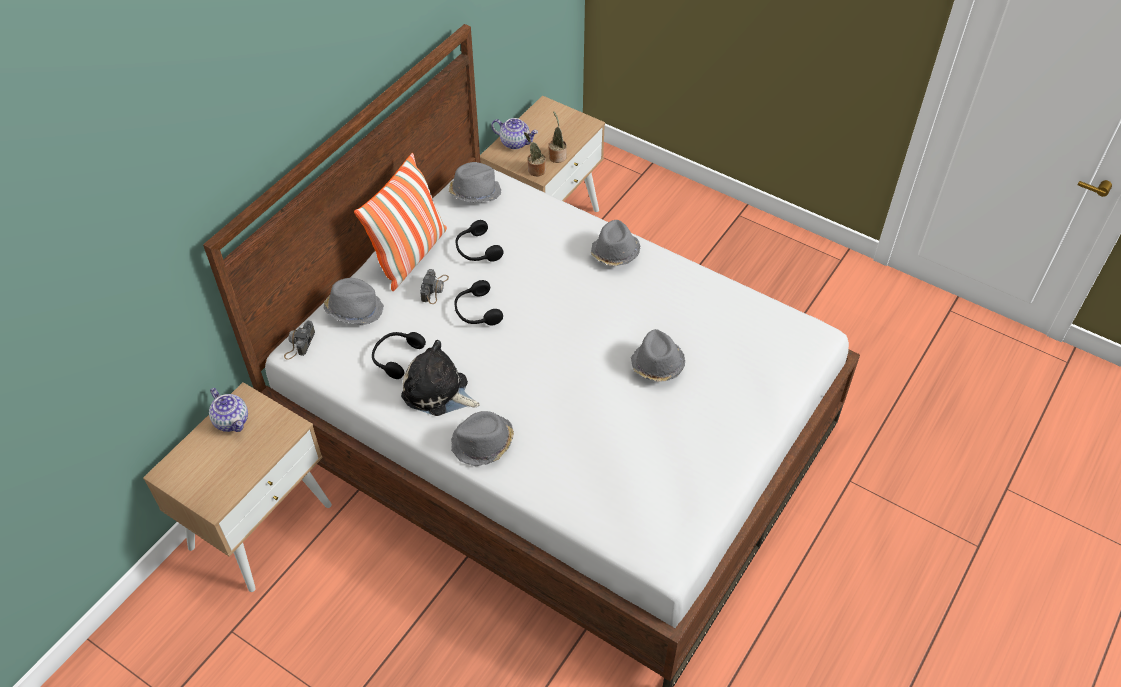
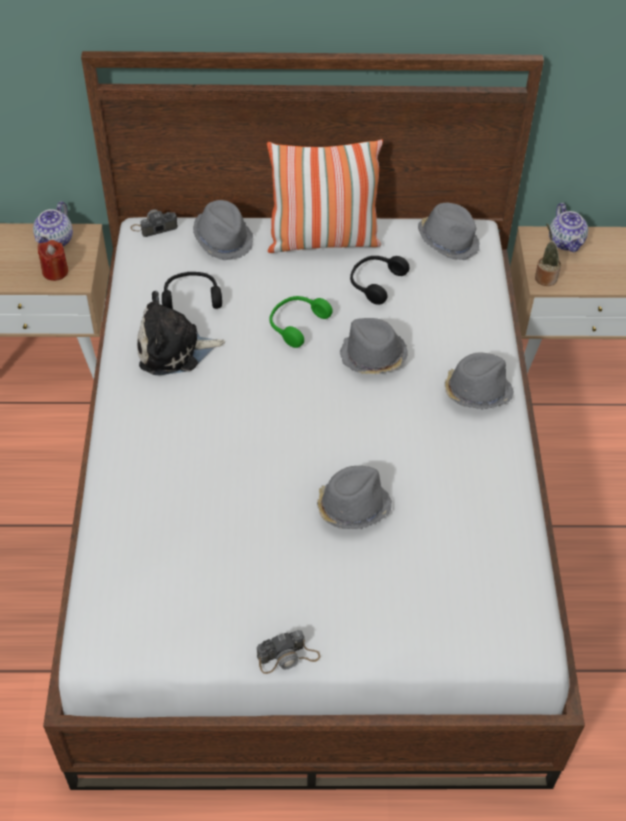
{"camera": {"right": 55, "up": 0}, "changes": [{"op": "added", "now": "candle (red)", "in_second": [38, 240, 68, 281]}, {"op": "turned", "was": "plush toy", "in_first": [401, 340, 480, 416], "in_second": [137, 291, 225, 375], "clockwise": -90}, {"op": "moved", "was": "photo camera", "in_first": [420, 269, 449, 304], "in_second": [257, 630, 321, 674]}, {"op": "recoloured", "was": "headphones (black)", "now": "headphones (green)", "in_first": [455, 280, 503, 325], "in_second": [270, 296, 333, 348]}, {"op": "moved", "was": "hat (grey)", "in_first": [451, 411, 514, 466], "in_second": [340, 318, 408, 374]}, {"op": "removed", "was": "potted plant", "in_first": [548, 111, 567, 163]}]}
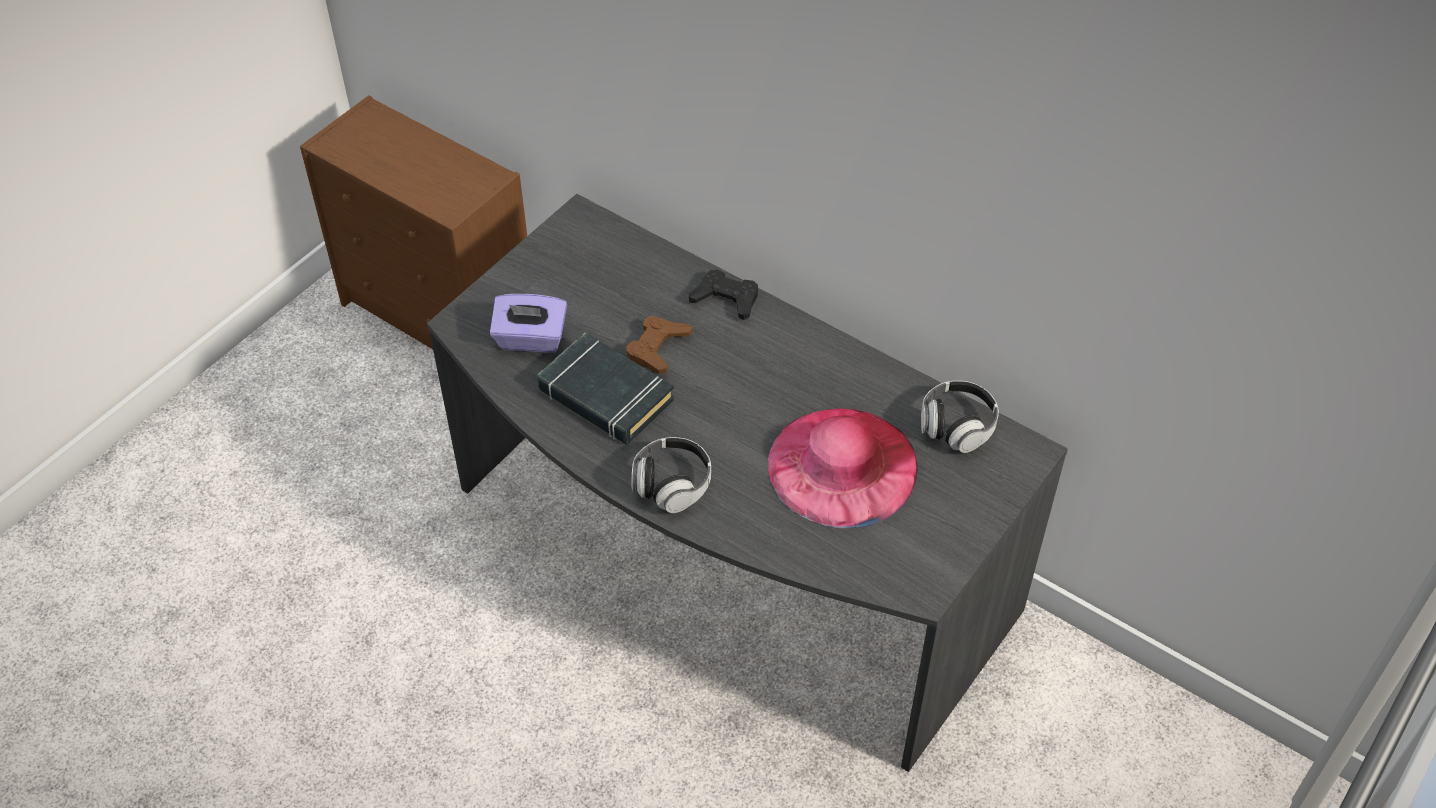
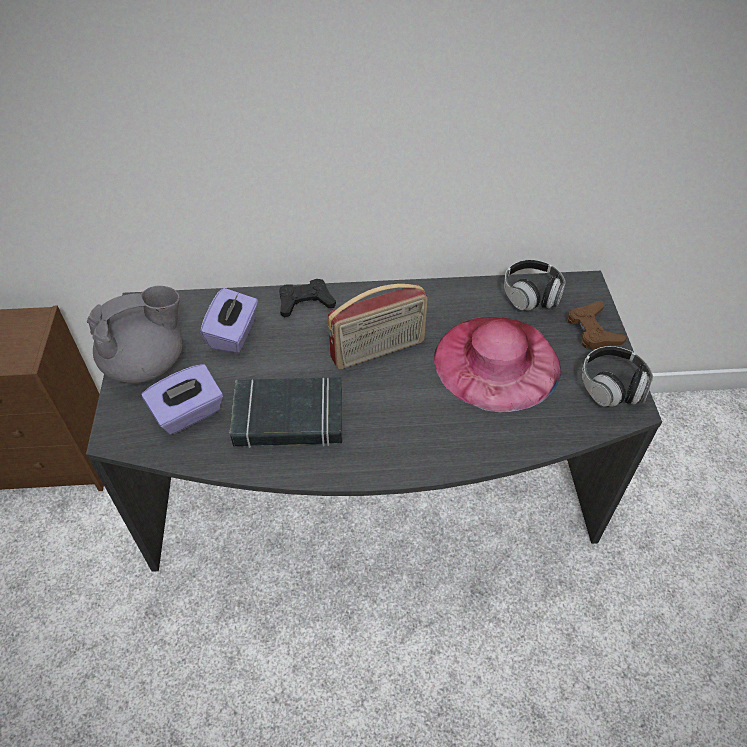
{"camera": {"right": -40, "up": 0}, "changes": [{"op": "added", "now": "teapot (grey)", "in_second": [87, 286, 183, 383]}, {"op": "added", "now": "tissue box (purple)", "in_second": [200, 288, 258, 353]}, {"op": "added", "now": "radio", "in_second": [328, 284, 428, 369]}, {"op": "moved", "was": "game controller (brown)", "in_first": [627, 316, 693, 374], "in_second": [568, 301, 627, 350]}, {"op": "moved", "was": "headphones", "in_first": [632, 437, 711, 513], "in_second": [582, 346, 653, 406]}]}
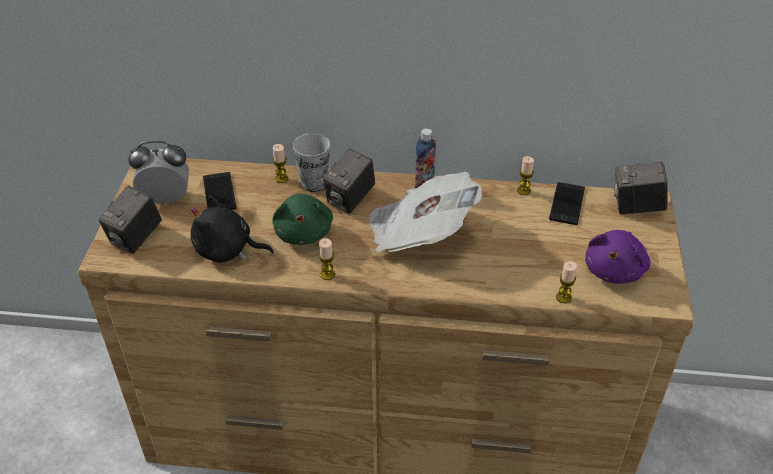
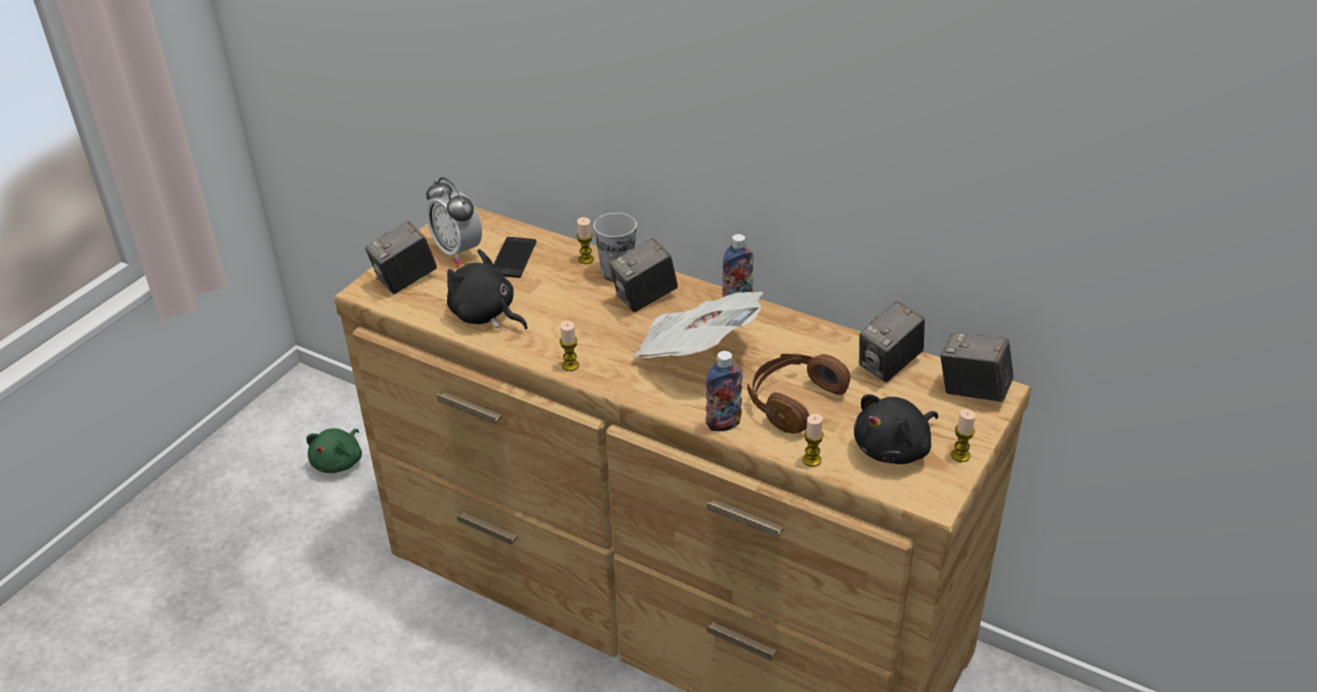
{"camera": {"right": 25, "up": -5}, "changes": [{"op": "moved", "was": "plush toy (green)", "in_first": [272, 194, 333, 245], "in_second": [306, 428, 362, 473]}, {"op": "turned", "was": "alarm clock", "in_first": [128, 141, 189, 205], "in_second": [426, 177, 482, 259], "clockwise": -150}, {"op": "added", "now": "bottle", "in_second": [706, 351, 743, 431]}, {"op": "added", "now": "headphones (brown)", "in_second": [747, 354, 850, 434]}, {"op": "recoloured", "was": "plush toy (purple)", "now": "plush toy (black)", "in_first": [585, 230, 650, 284], "in_second": [854, 394, 938, 464]}, {"op": "replaced", "was": "phone", "now": "photo camera", "in_first": [549, 182, 585, 225], "in_second": [859, 301, 925, 382]}, {"op": "moved", "was": "candle", "in_first": [517, 156, 534, 195], "in_second": [951, 409, 975, 462]}]}
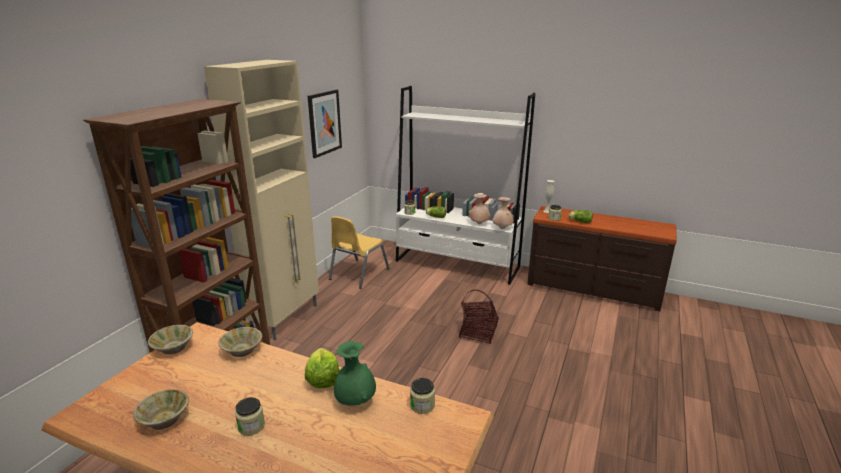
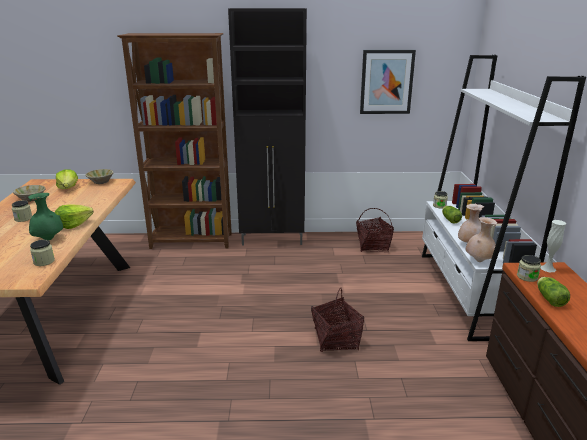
{"camera": {"right": 65, "up": 0}, "changes": [{"op": "added", "now": "lettuce", "in_second": [56, 170, 78, 189]}, {"op": "recoloured", "was": "cabinet (beige)", "now": "cabinet (black)", "in_first": [204, 60, 319, 340], "in_second": [228, 8, 307, 246]}, {"op": "replaced", "was": "chair (yellow)", "now": "basket", "in_first": [329, 216, 390, 289], "in_second": [356, 208, 394, 252]}, {"op": "removed", "was": "bowl (beige)", "in_first": [218, 327, 262, 357]}]}
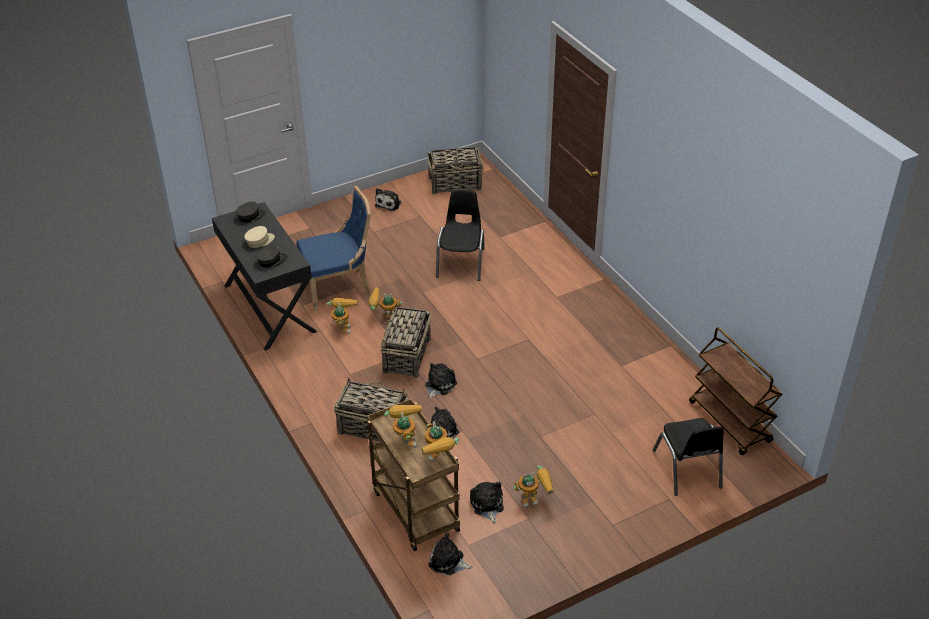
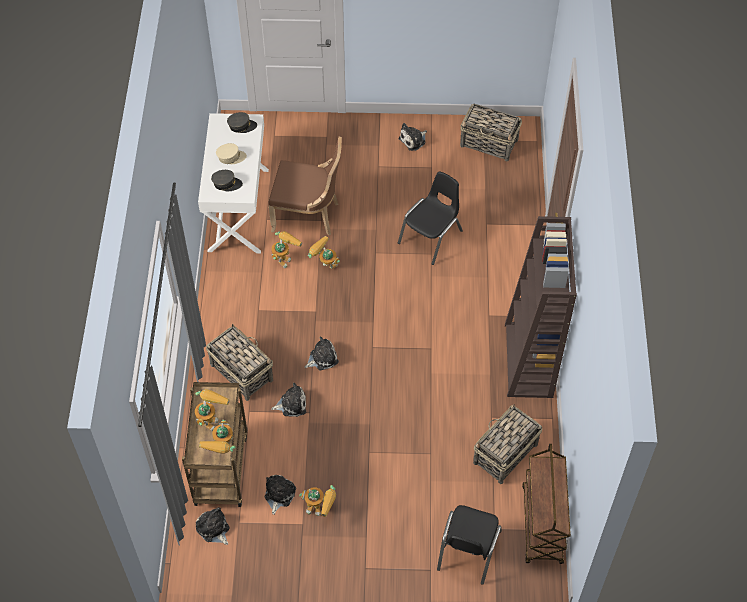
{"camera": {"right": 30, "up": 15}, "changes": [{"op": "recoloured", "was": "desk (black)", "now": "desk (white)", "in_first": [212, 202, 317, 350], "in_second": [198, 113, 269, 253]}, {"op": "recoloured", "was": "chair (blue)", "now": "chair (brown)", "in_first": [296, 186, 371, 313], "in_second": [268, 137, 342, 235]}, {"op": "moved", "was": "basket", "in_first": [380, 304, 431, 378], "in_second": [473, 404, 542, 484]}, {"op": "added", "now": "bookcase (brown)", "in_second": [505, 216, 577, 398]}]}
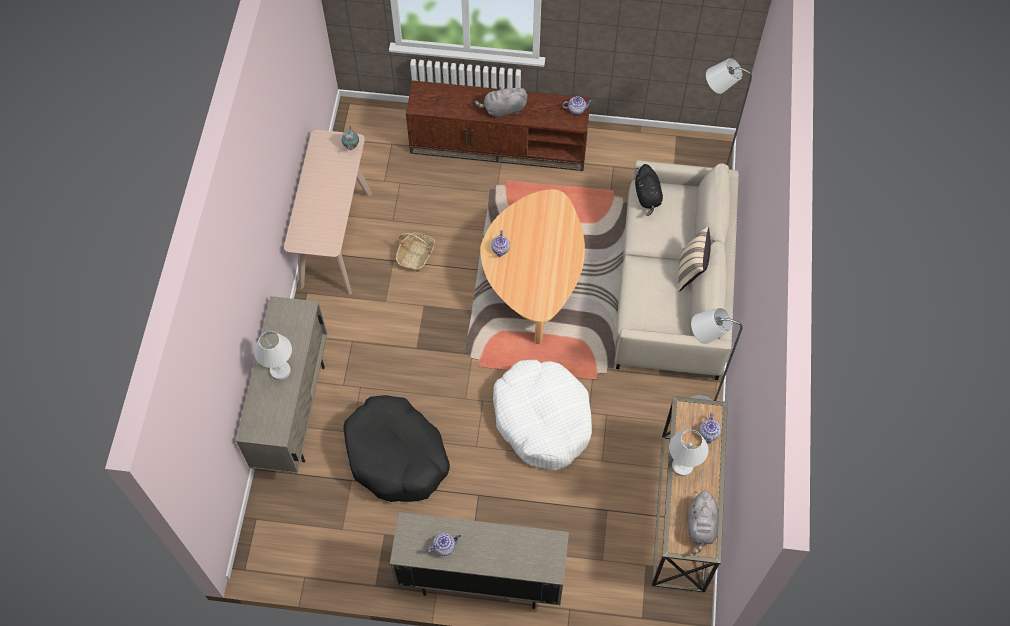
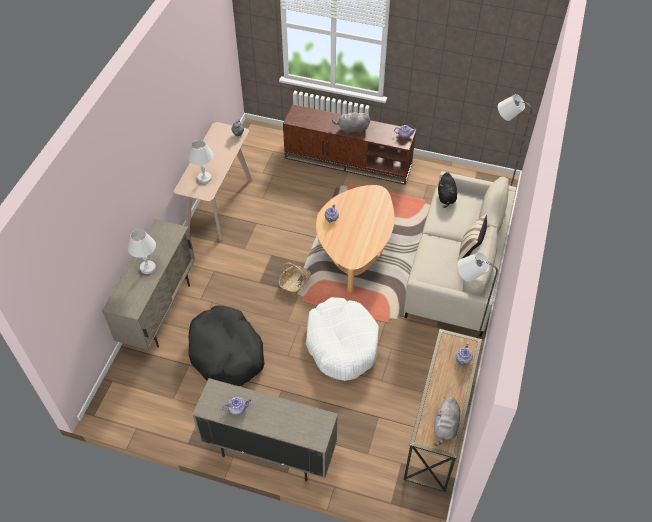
{"camera": {"right": 10, "up": -10}, "changes": [{"op": "moved", "was": "table lamp (white)", "in_first": [669, 430, 708, 476], "in_second": [188, 140, 214, 183]}, {"op": "moved", "was": "basket", "in_first": [396, 233, 435, 272], "in_second": [278, 263, 311, 295]}]}
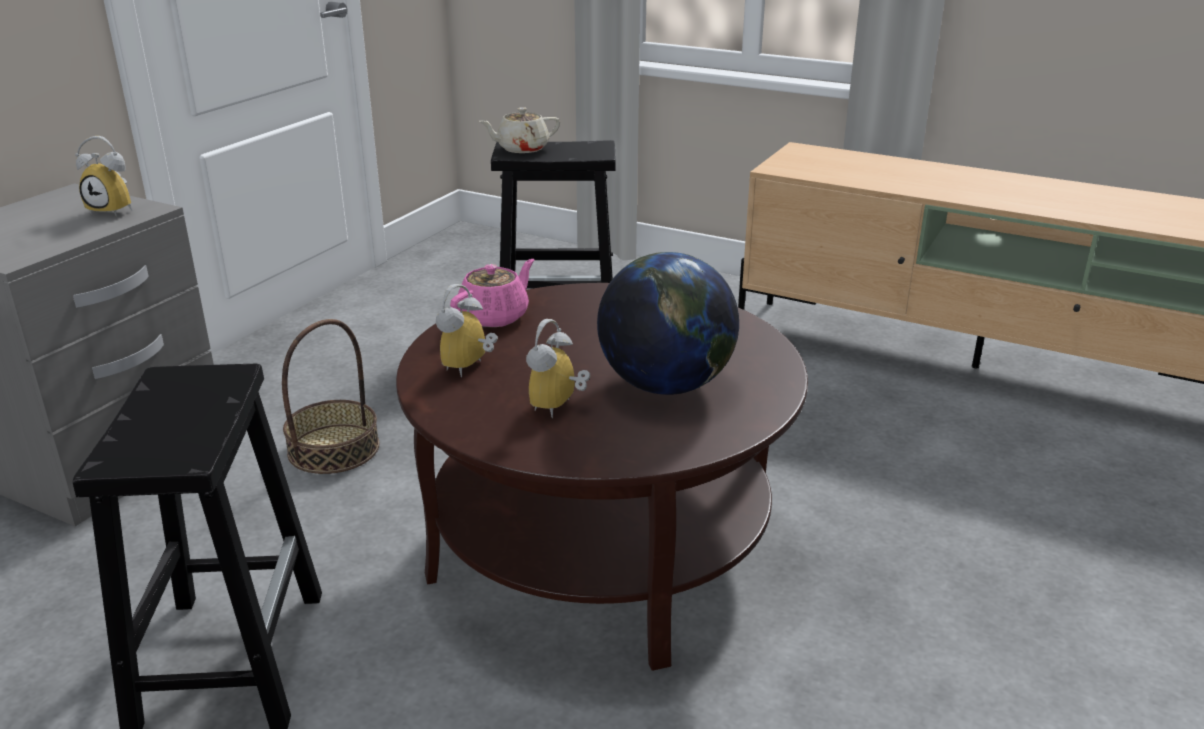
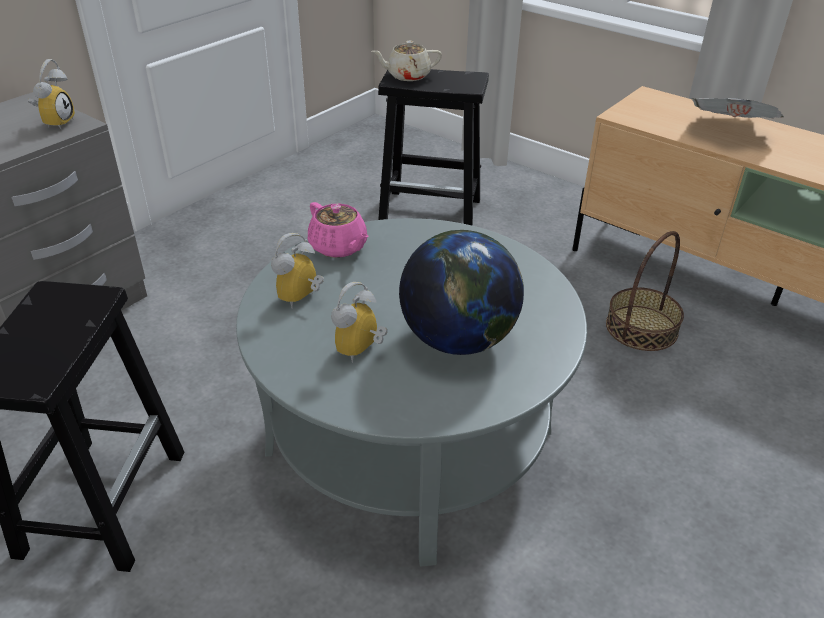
{"camera": {"right": 10, "up": 10}, "changes": [{"op": "turned", "was": "alarm clock", "in_first": [75, 136, 133, 217], "in_second": [27, 59, 75, 130], "clockwise": -105}, {"op": "recoloured", "was": "coffee table (brown)", "now": "coffee table (grey)", "in_first": [396, 283, 808, 671], "in_second": [236, 218, 587, 567]}, {"op": "turned", "was": "teapot (pink)", "in_first": [450, 259, 534, 328], "in_second": [308, 202, 368, 258], "clockwise": 90}, {"op": "moved", "was": "basket", "in_first": [282, 319, 379, 474], "in_second": [606, 231, 684, 351]}, {"op": "added", "now": "newspaper", "in_second": [691, 98, 784, 118]}]}
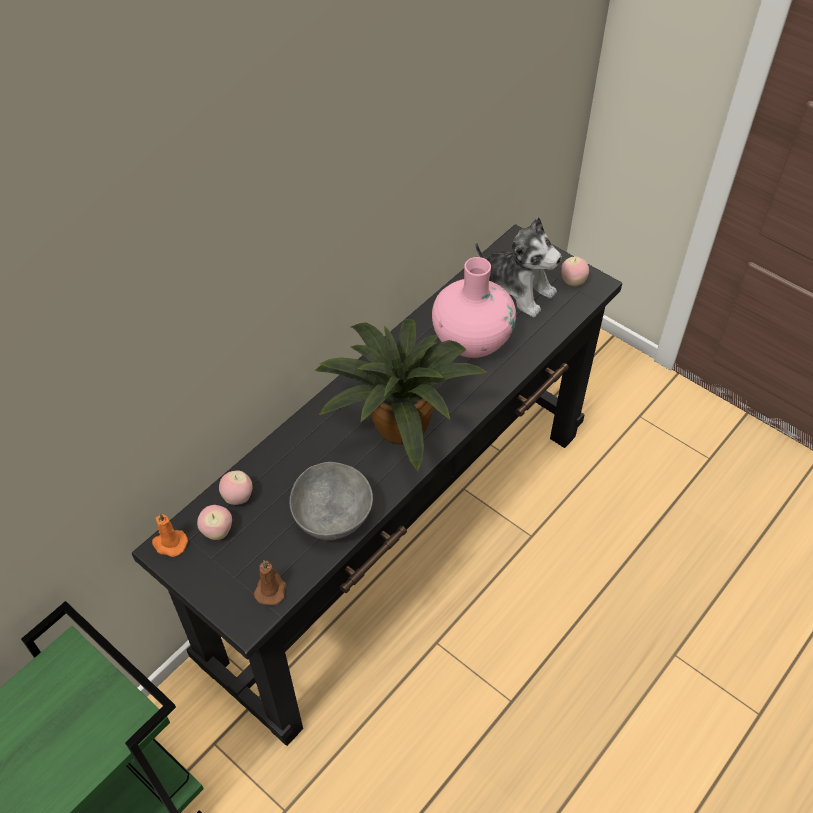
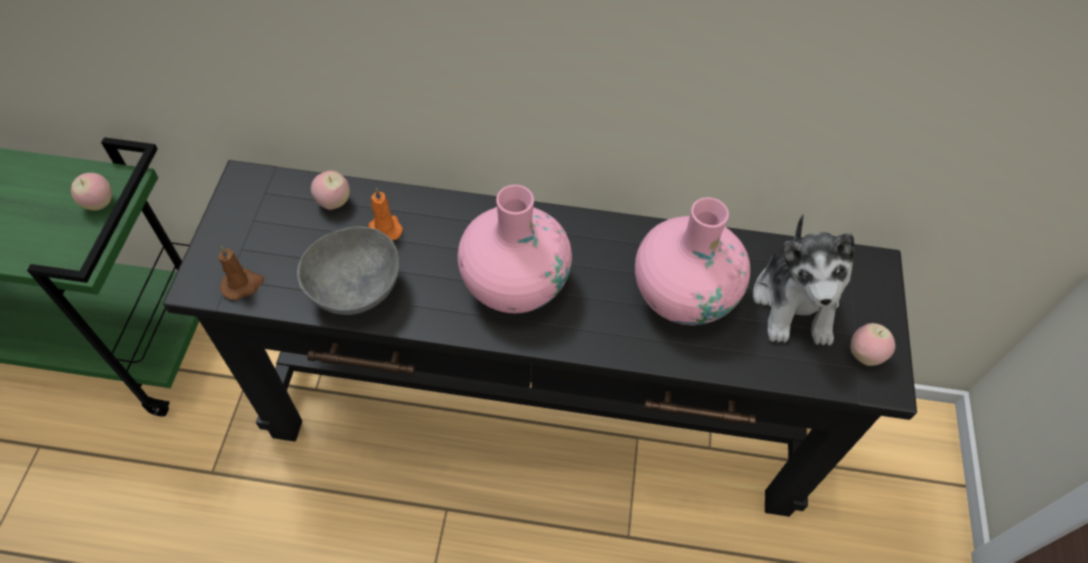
{"camera": {"right": 55, "up": 5}, "changes": [{"op": "moved", "was": "apple", "in_first": [197, 505, 232, 540], "in_second": [71, 173, 112, 211]}, {"op": "moved", "was": "candle (orange)", "in_first": [152, 512, 188, 557], "in_second": [368, 188, 403, 241]}, {"op": "replaced", "was": "potted plant", "now": "vase (pink)", "in_first": [315, 319, 488, 472], "in_second": [458, 185, 572, 313]}]}
